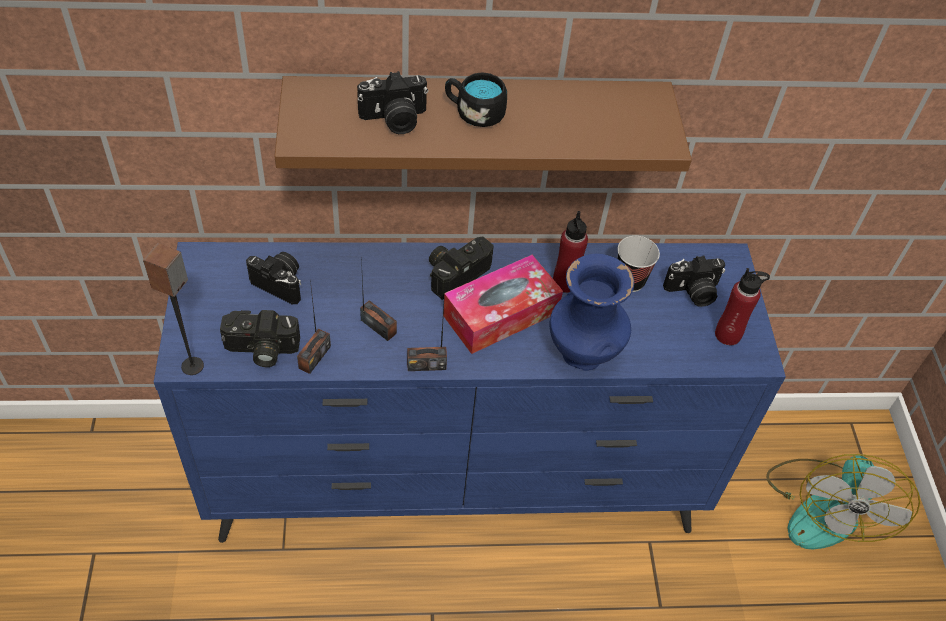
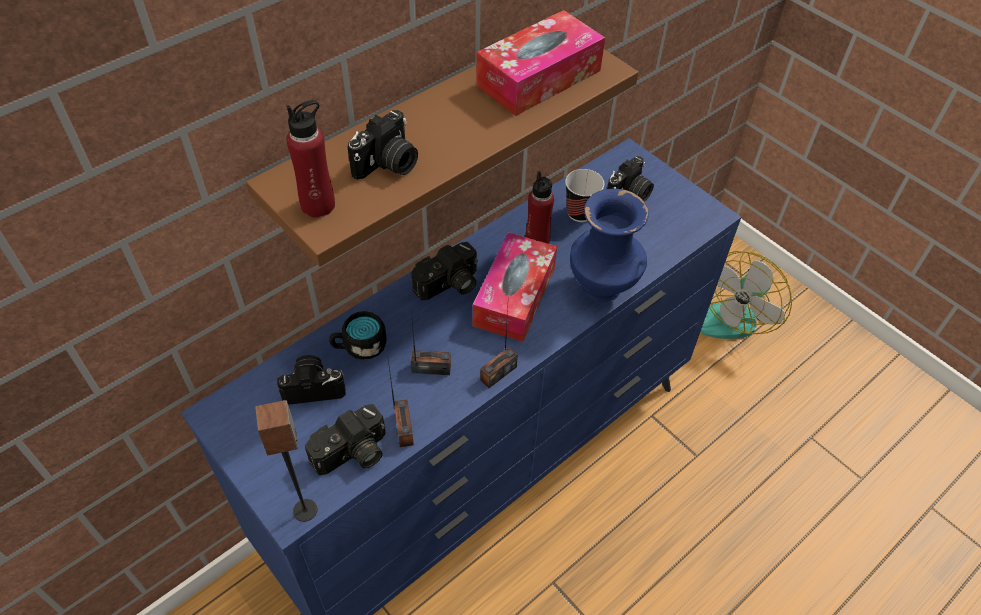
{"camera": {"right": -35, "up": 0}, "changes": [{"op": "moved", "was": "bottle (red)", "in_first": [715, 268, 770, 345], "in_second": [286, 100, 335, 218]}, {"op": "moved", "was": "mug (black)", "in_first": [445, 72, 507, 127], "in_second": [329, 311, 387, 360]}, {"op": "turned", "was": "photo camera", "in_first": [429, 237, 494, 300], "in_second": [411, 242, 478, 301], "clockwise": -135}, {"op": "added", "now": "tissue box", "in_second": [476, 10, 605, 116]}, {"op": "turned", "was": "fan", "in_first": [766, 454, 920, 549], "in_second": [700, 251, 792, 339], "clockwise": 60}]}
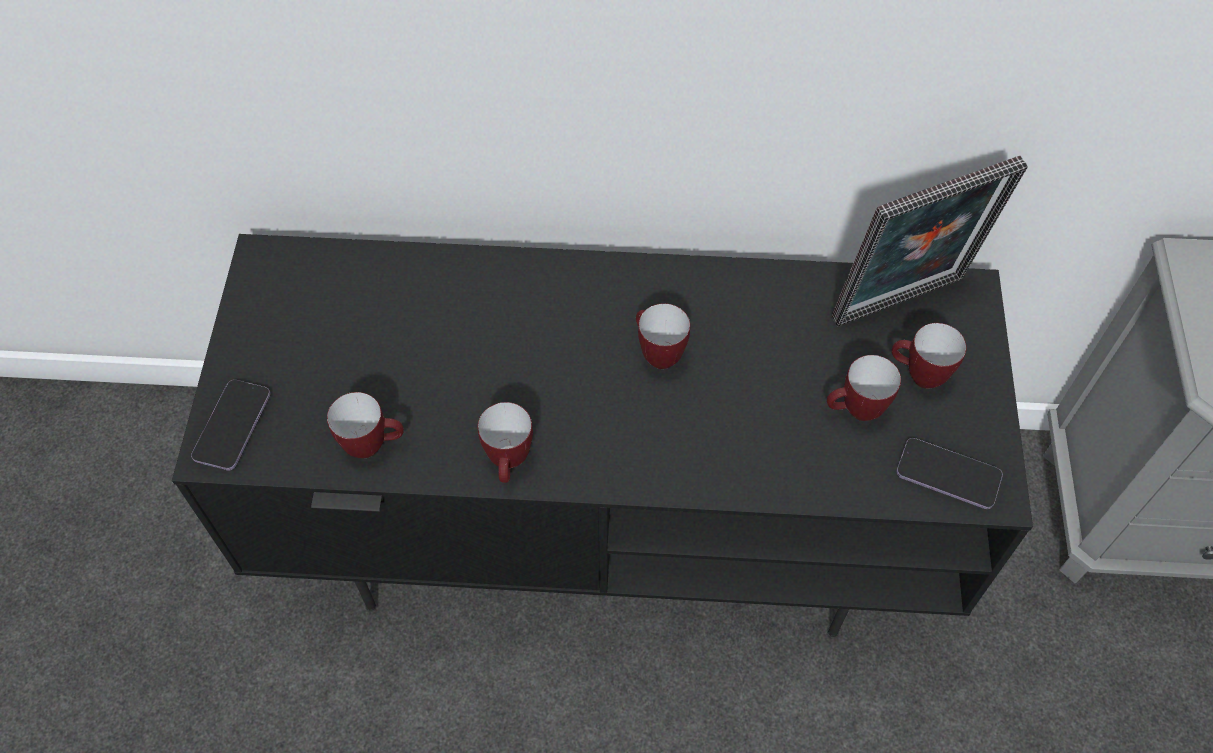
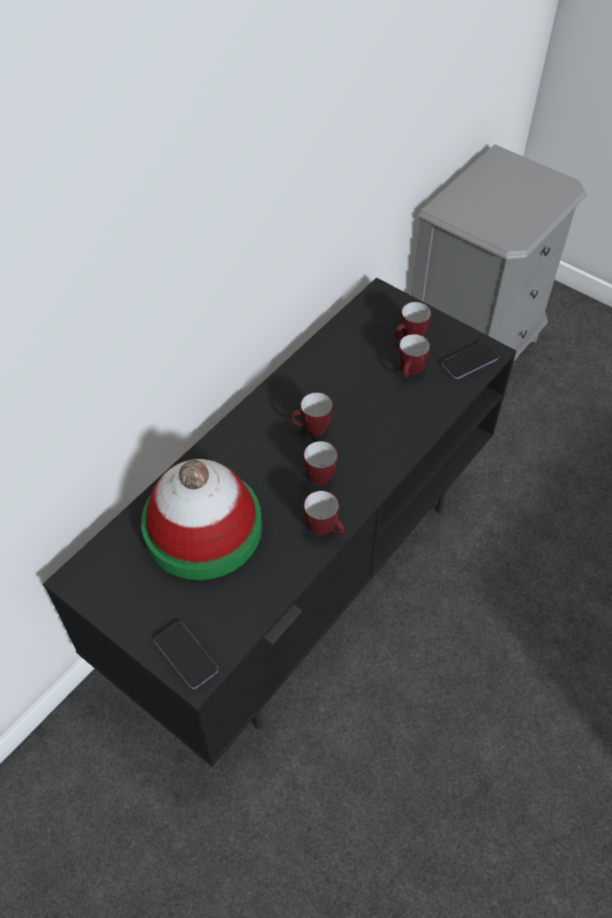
{"camera": {"right": -55, "up": -5}, "changes": [{"op": "added", "now": "hat", "in_second": [141, 459, 262, 580]}, {"op": "moved", "was": "mug", "in_first": [327, 392, 404, 458], "in_second": [304, 441, 337, 485]}, {"op": "removed", "was": "picture frame", "in_first": [831, 155, 1028, 327]}]}
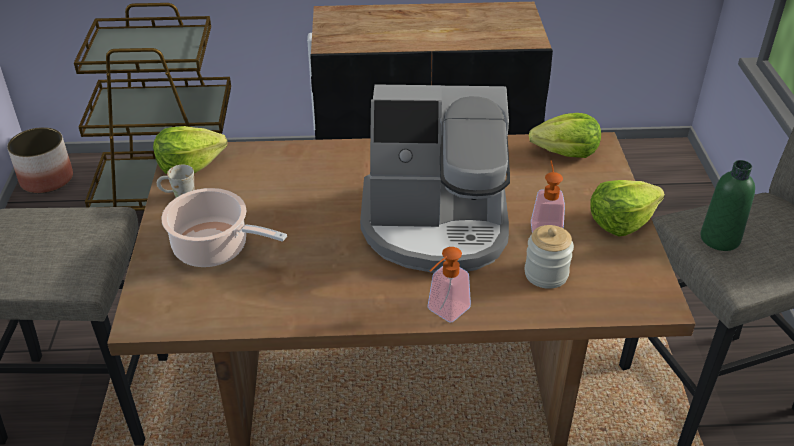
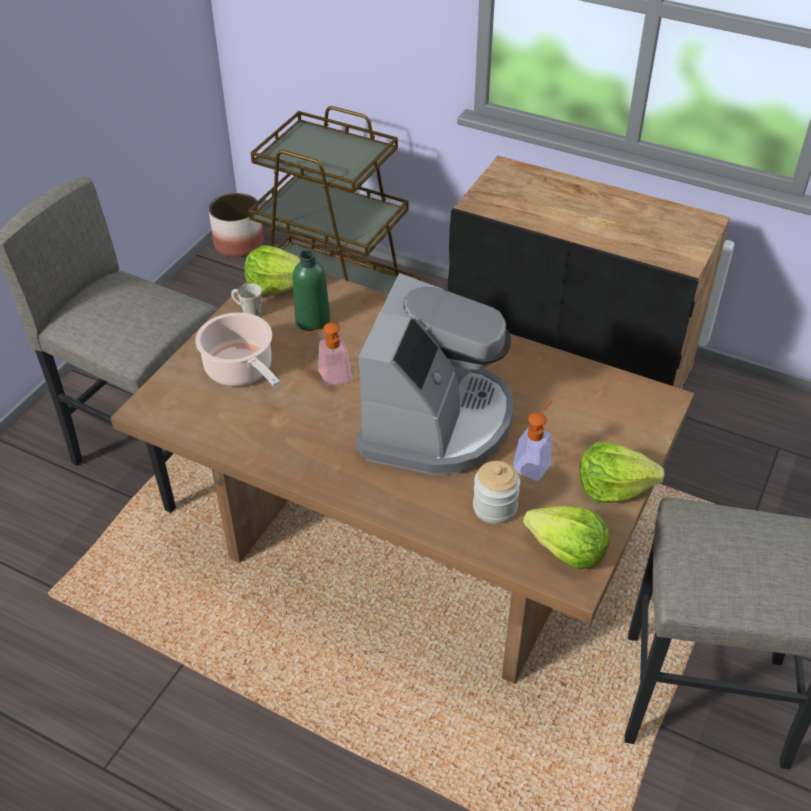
{"camera": {"right": 30, "up": 5}, "changes": [{"op": "moved", "was": "bottle (green)", "in_first": [701, 160, 755, 251], "in_second": [293, 250, 330, 331]}, {"op": "moved", "was": "soap dispenser", "in_first": [427, 247, 471, 323], "in_second": [304, 322, 352, 387]}, {"op": "turned", "was": "coffee machine", "in_first": [360, 84, 510, 273], "in_second": [356, 273, 513, 475], "clockwise": -105}, {"op": "moved", "was": "lettuce", "in_first": [529, 113, 601, 158], "in_second": [523, 506, 610, 570]}]}
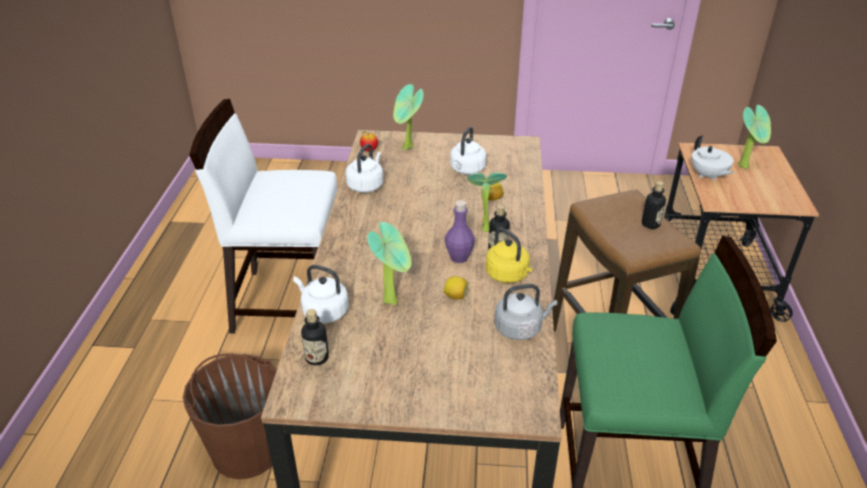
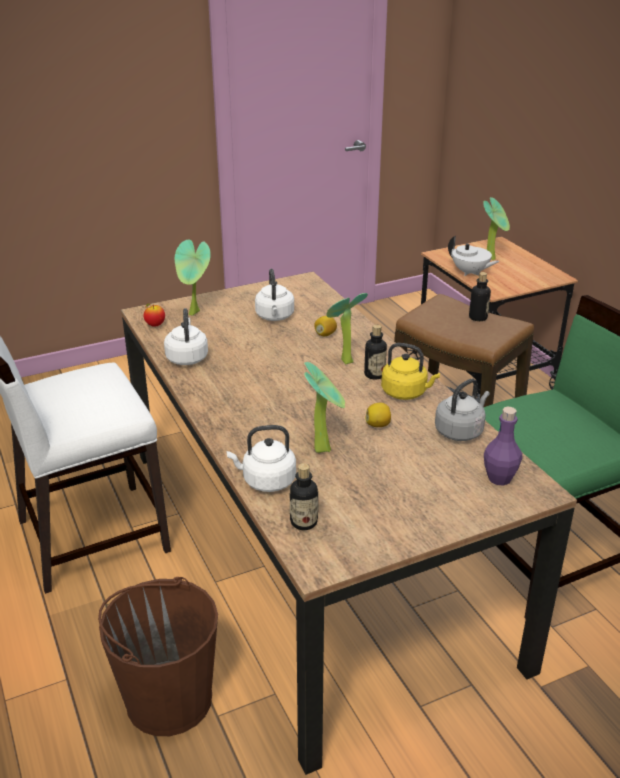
{"camera": {"right": -30, "up": -5}, "changes": [{"op": "moved", "was": "bottle (purple)", "in_first": [445, 200, 475, 263], "in_second": [484, 407, 522, 486]}]}
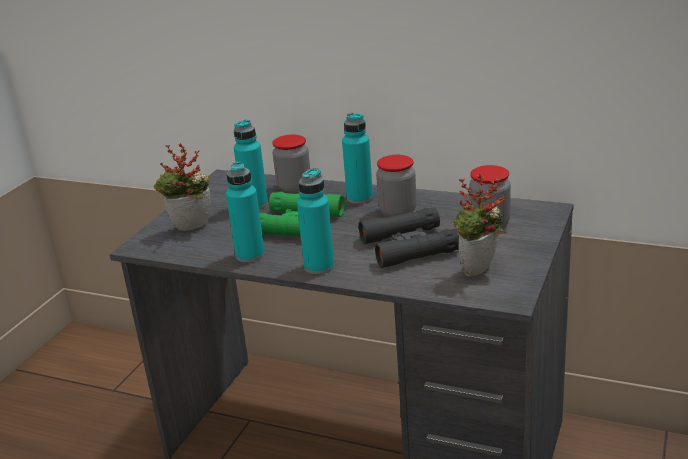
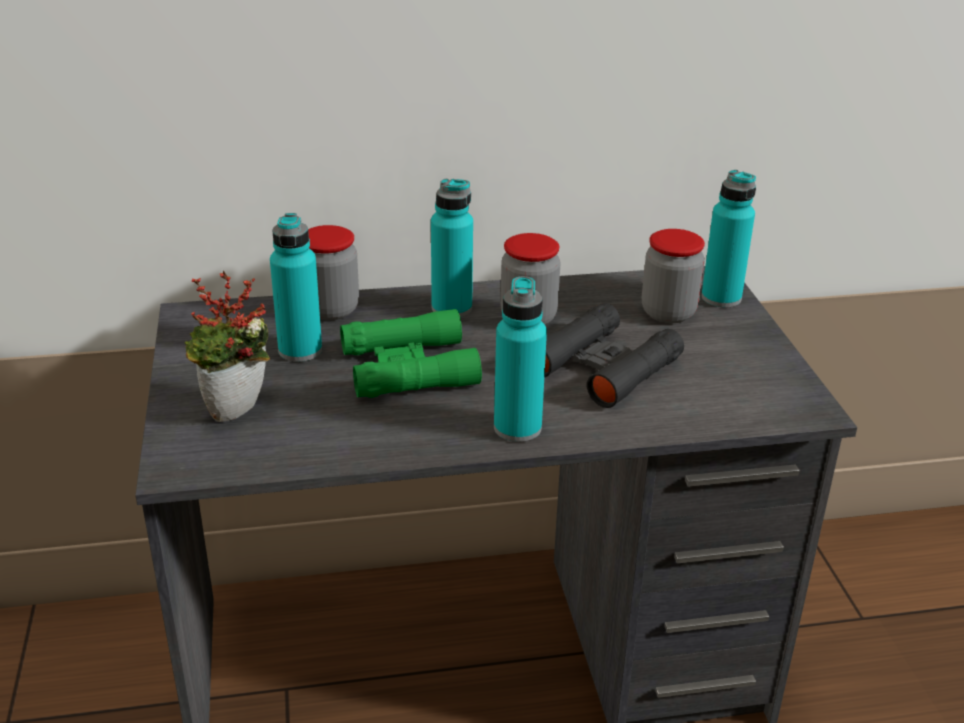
{"camera": {"right": -35, "up": 5}, "changes": [{"op": "moved", "was": "bottle (turquoise)", "in_first": [226, 162, 265, 262], "in_second": [701, 170, 756, 307]}, {"op": "removed", "was": "potted plant", "in_first": [454, 173, 506, 276]}]}
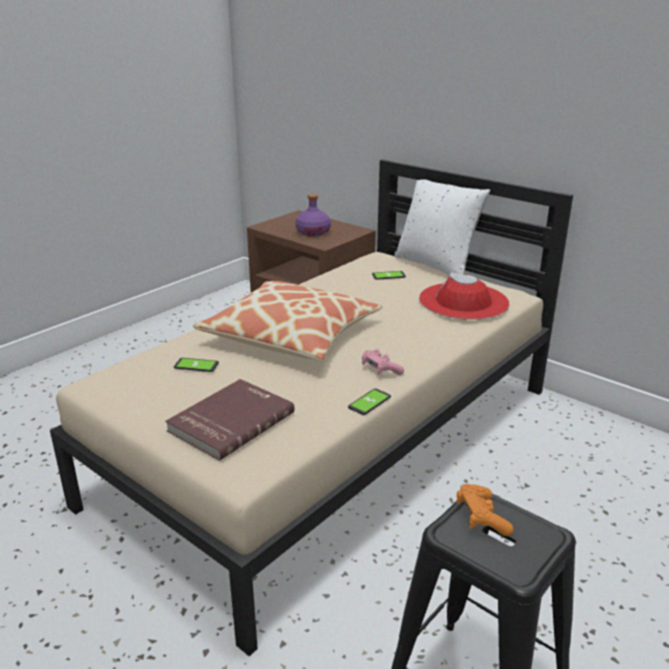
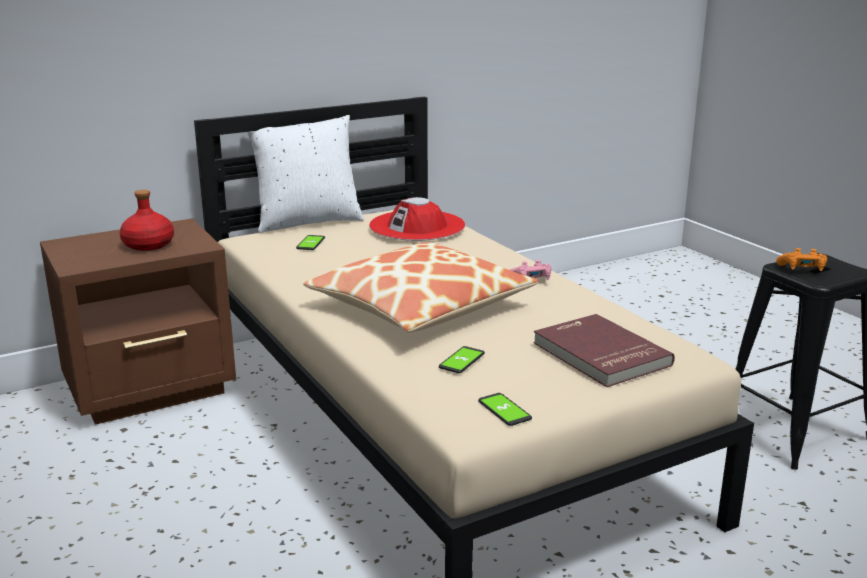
{"camera": {"right": -70, "up": -5}, "changes": [{"op": "recoloured", "was": "bottle (purple)", "now": "bottle (red)", "in_first": [295, 194, 331, 236], "in_second": [120, 190, 174, 251]}, {"op": "moved", "was": "phone", "in_first": [348, 389, 391, 415], "in_second": [478, 393, 532, 426]}]}
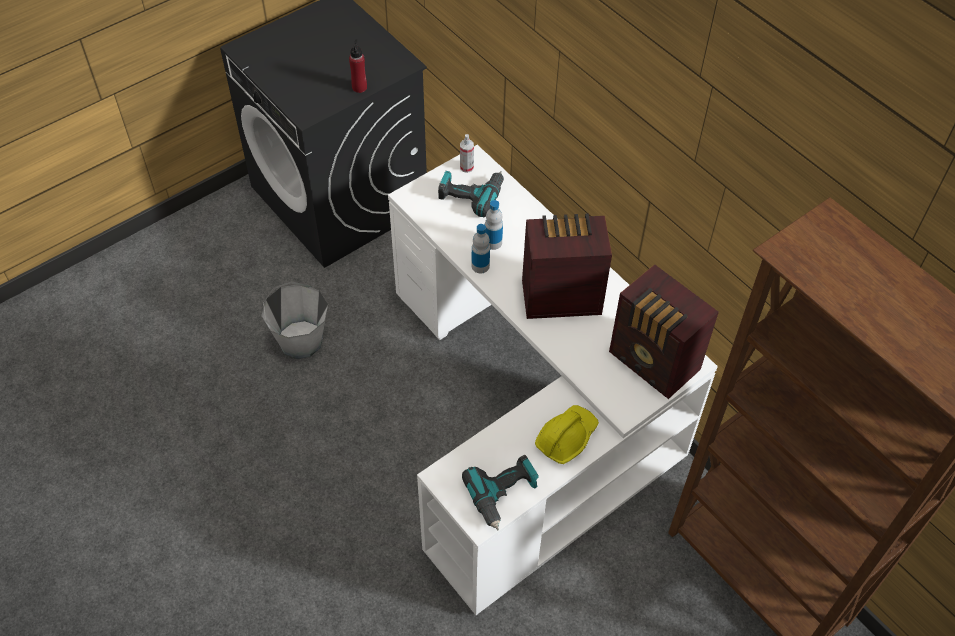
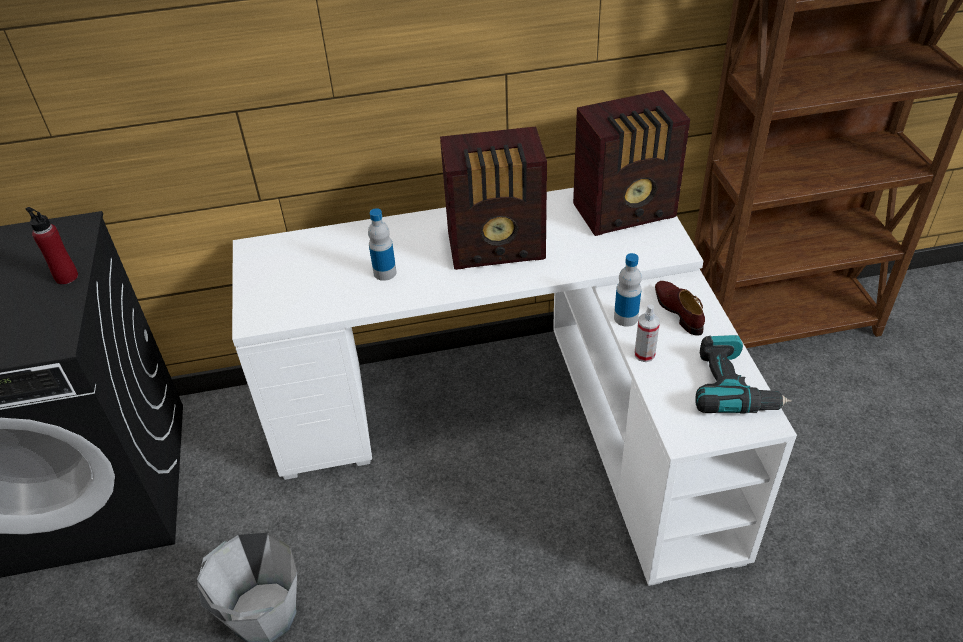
{"camera": {"right": -60, "up": -10}, "changes": [{"op": "turned", "was": "radio", "in_first": [522, 213, 612, 319], "in_second": [440, 126, 547, 270], "clockwise": -120}, {"op": "moved", "was": "bottle", "in_first": [471, 224, 490, 273], "in_second": [614, 253, 642, 327]}, {"op": "moved", "was": "spray bottle", "in_first": [460, 134, 474, 173], "in_second": [635, 304, 660, 362]}, {"op": "replaced", "was": "hard hat (yellow)", "now": "shoe (brown)", "in_first": [535, 405, 599, 464], "in_second": [655, 281, 705, 336]}, {"op": "removed", "was": "power drill", "in_first": [438, 171, 504, 217]}]}
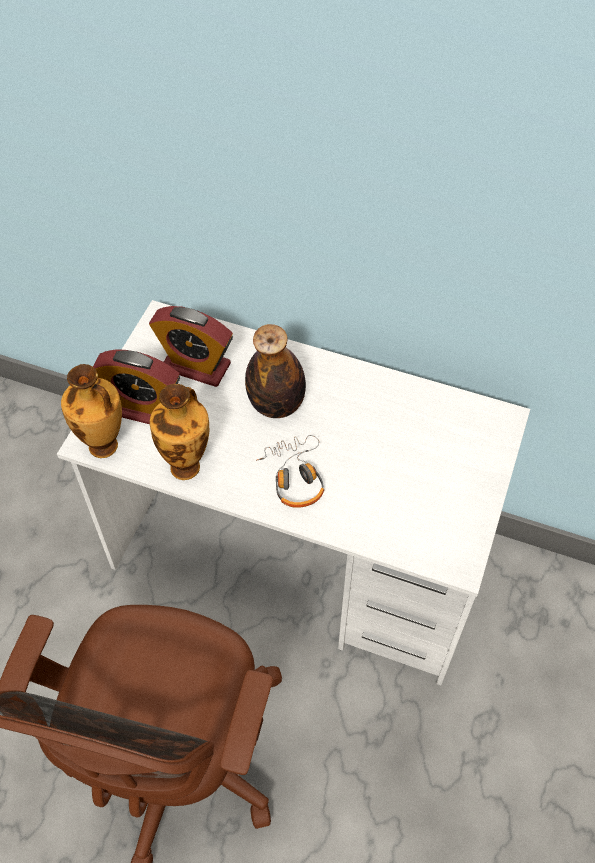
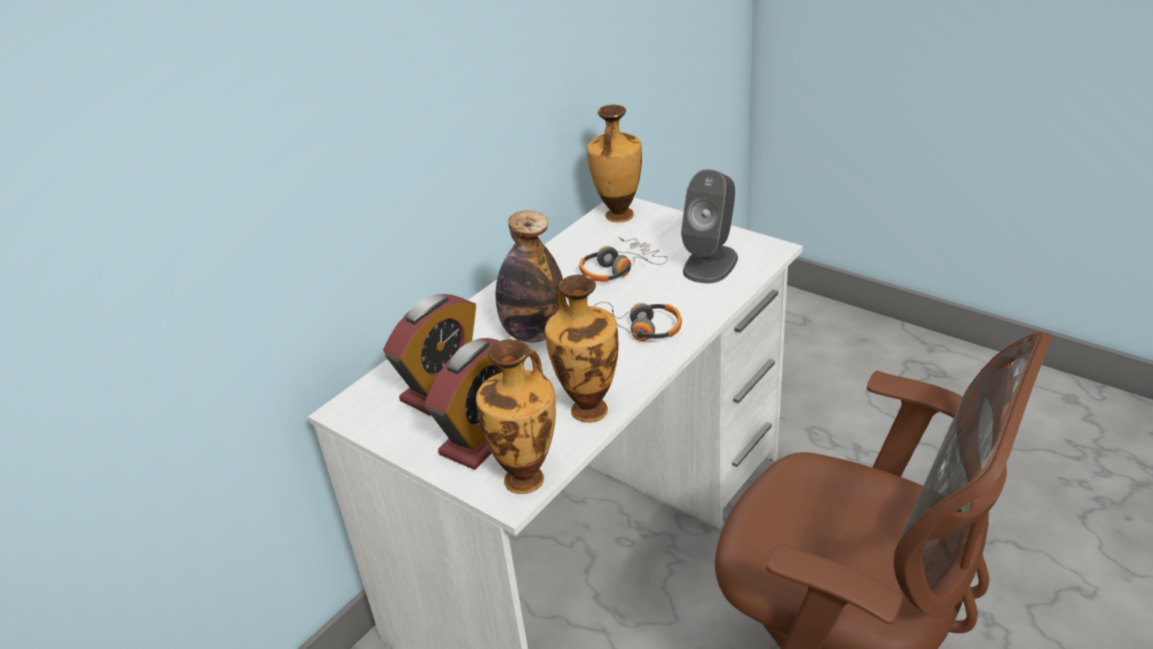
{"camera": {"right": -70, "up": -20}, "changes": [{"op": "added", "now": "headphones", "in_second": [579, 237, 668, 282]}, {"op": "added", "now": "vase", "in_second": [587, 105, 642, 222]}, {"op": "added", "now": "speaker (grey)", "in_second": [681, 169, 738, 283]}]}
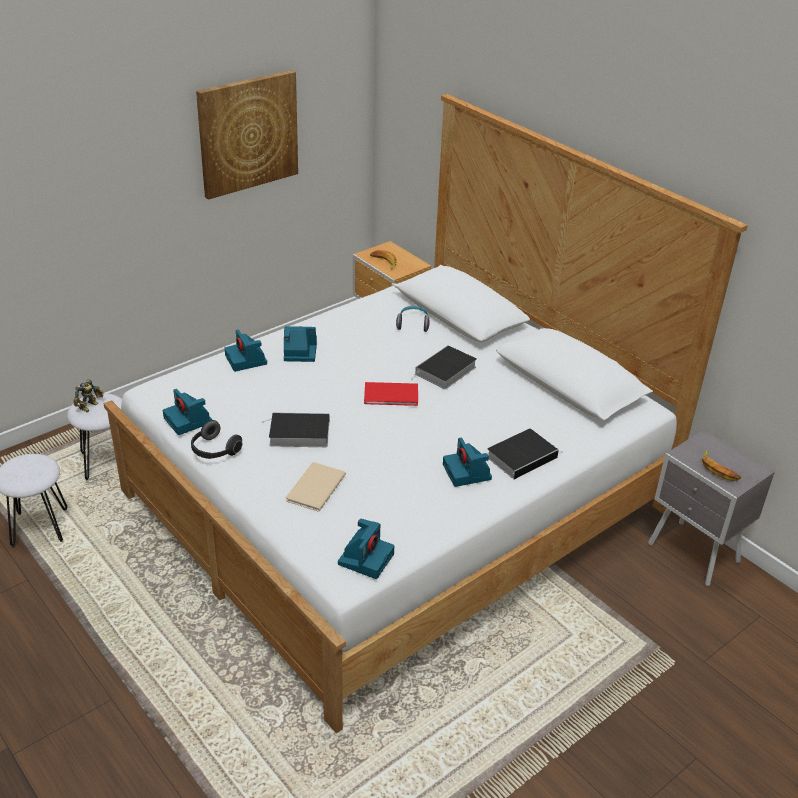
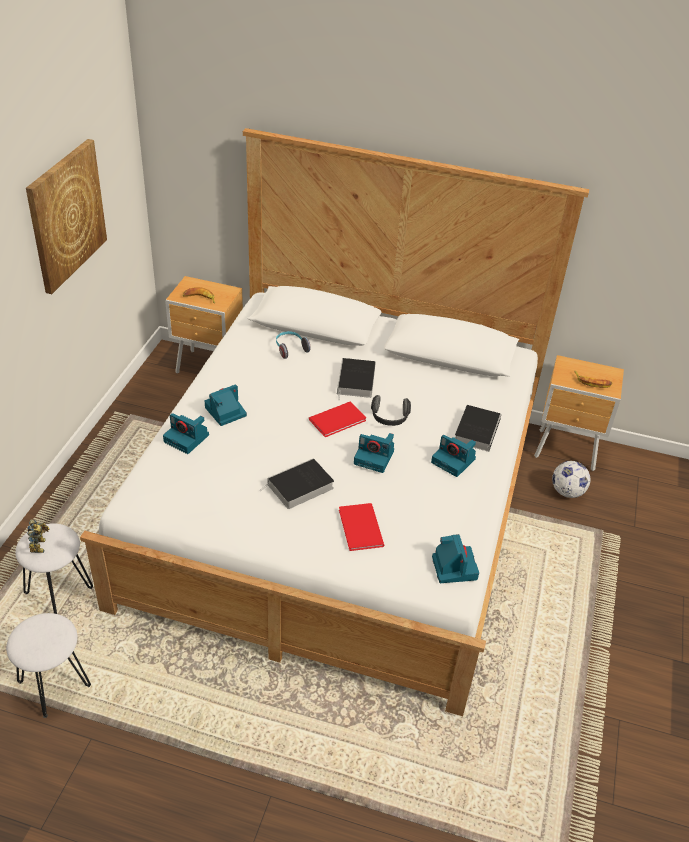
{"camera": {"right": -35, "up": 5}, "changes": [{"op": "recoloured", "was": "book (beige)", "now": "book (red)", "in_first": [286, 462, 346, 512], "in_second": [339, 503, 384, 551]}, {"op": "moved", "was": "photo camera", "in_first": [163, 389, 212, 435], "in_second": [354, 433, 394, 473]}, {"op": "moved", "was": "headphones", "in_first": [191, 420, 243, 459], "in_second": [371, 395, 411, 426]}, {"op": "recoloured", "was": "nightstand (grey)", "now": "nightstand (brown)", "in_first": [648, 430, 775, 586], "in_second": [534, 355, 624, 471]}, {"op": "added", "now": "football", "in_second": [552, 461, 591, 498]}]}
